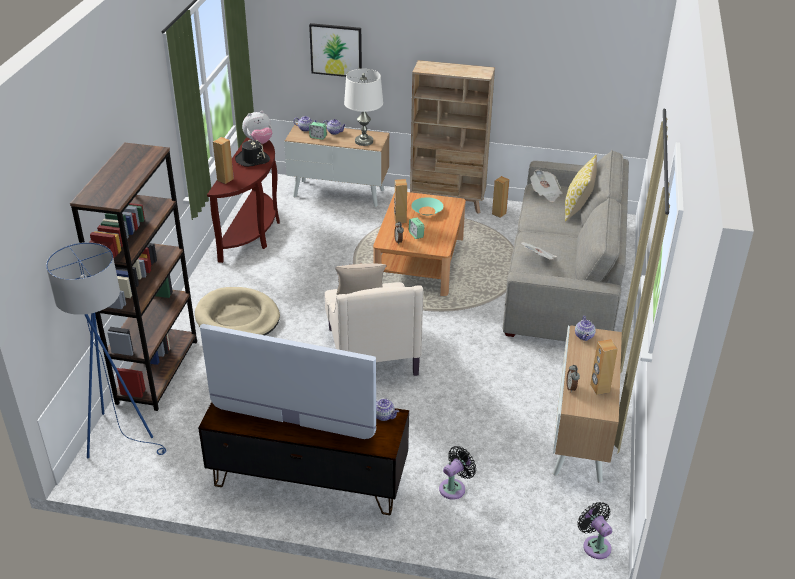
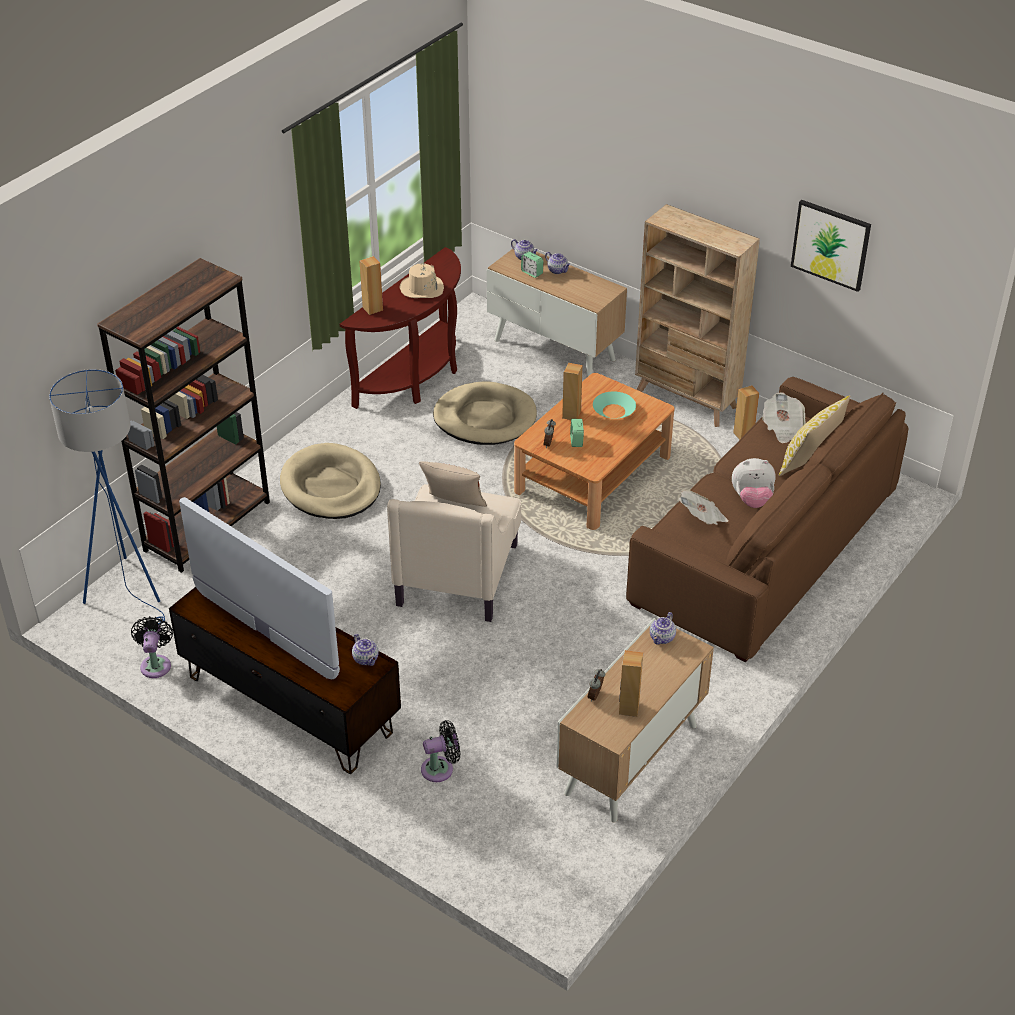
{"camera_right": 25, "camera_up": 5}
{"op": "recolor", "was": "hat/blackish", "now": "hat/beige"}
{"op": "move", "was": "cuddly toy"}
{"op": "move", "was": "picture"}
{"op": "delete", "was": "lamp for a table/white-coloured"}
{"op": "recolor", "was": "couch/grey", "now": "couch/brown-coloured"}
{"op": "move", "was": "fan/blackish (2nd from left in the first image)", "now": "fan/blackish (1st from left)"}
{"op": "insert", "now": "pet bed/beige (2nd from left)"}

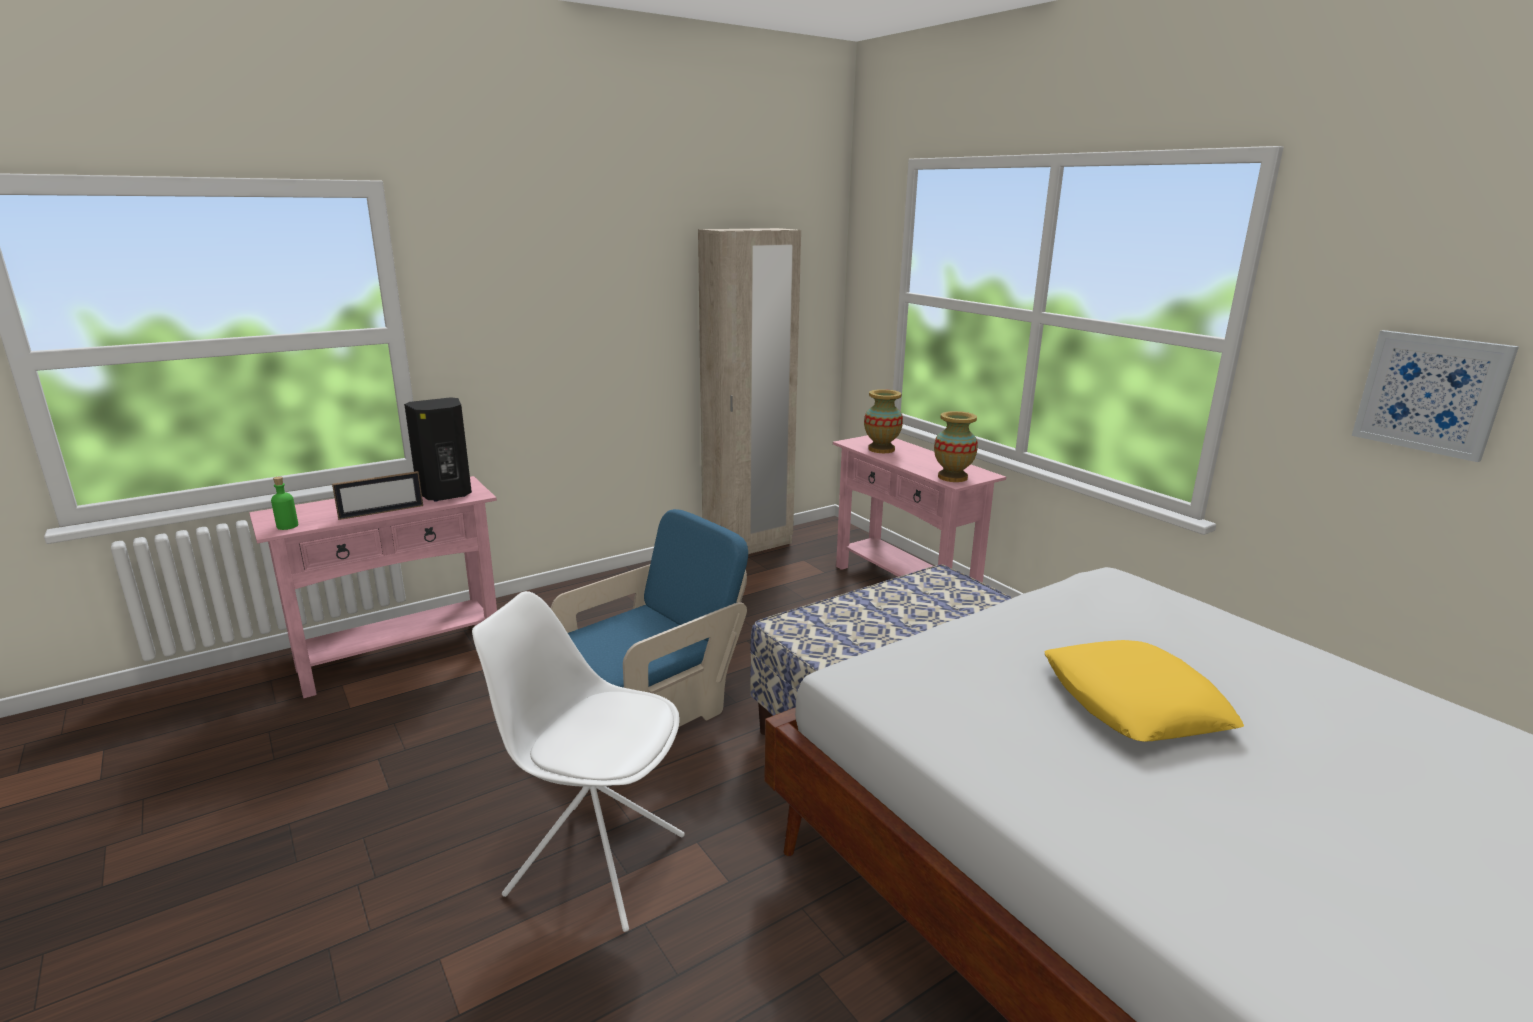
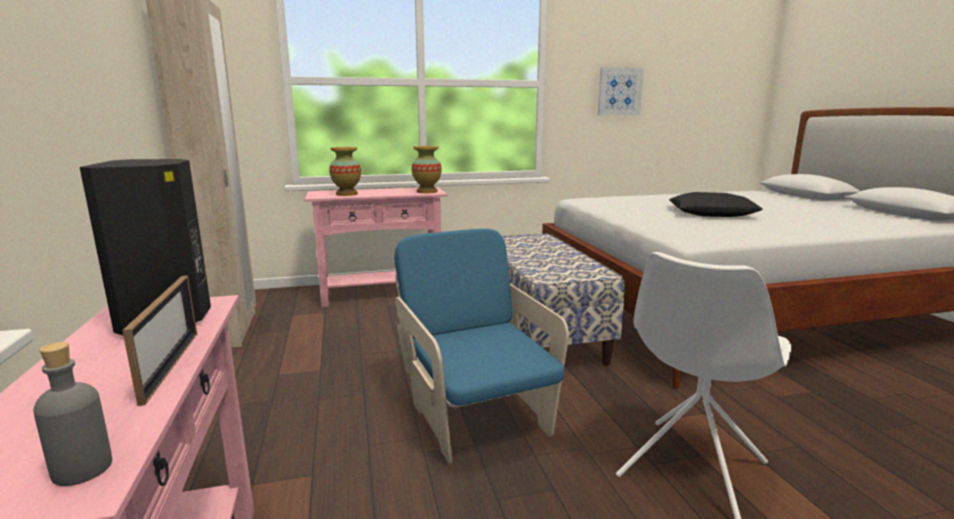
{"camera_right": -70, "camera_up": -5}
{"op": "recolor", "was": "drink bottle/green-coloured", "now": "drink bottle/grey"}
{"op": "recolor", "was": "throw pillow/yellow", "now": "throw pillow/blackish"}

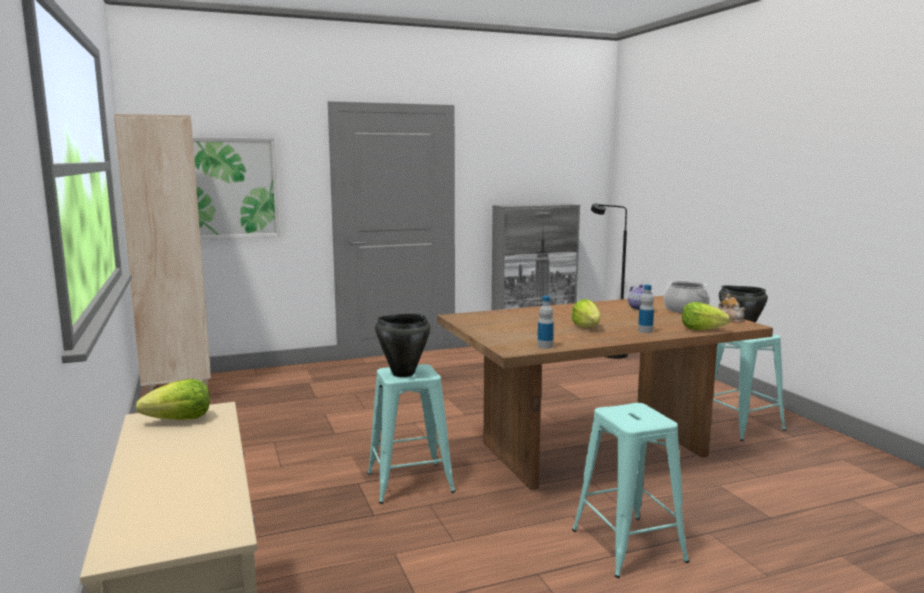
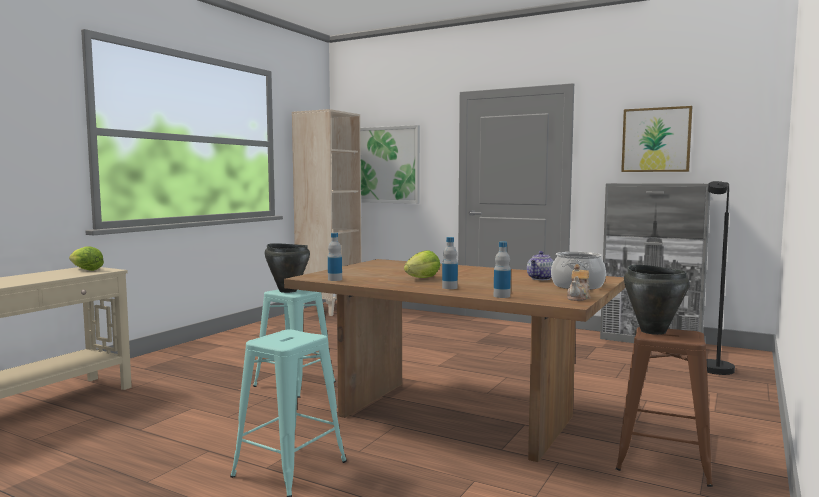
{"camera_right": 50, "camera_up": -5}
{"op": "replace", "was": "lettuce head (3rd from left)", "now": "drink bottle (3rd from left)"}
{"op": "recolor", "was": "sitting stool/turquoise (3rd from left)", "now": "sitting stool/brown-coloured"}
{"op": "insert", "now": "picture (2nd from left)"}

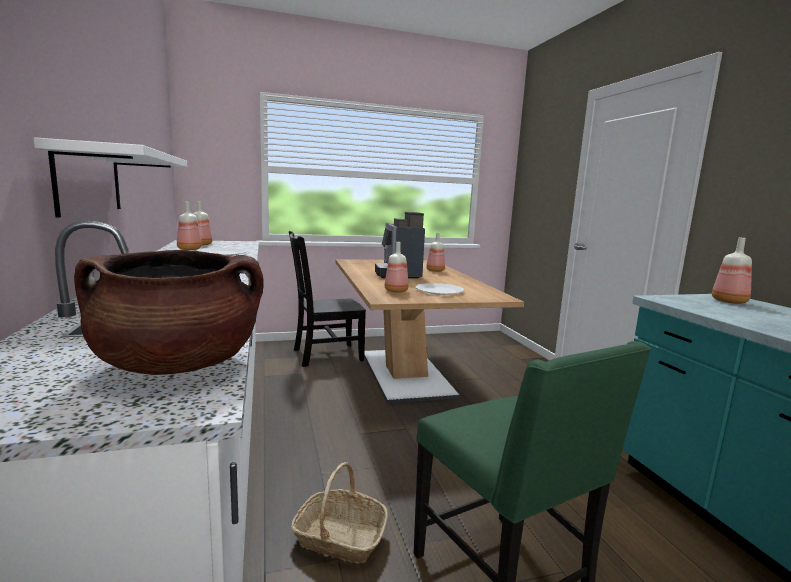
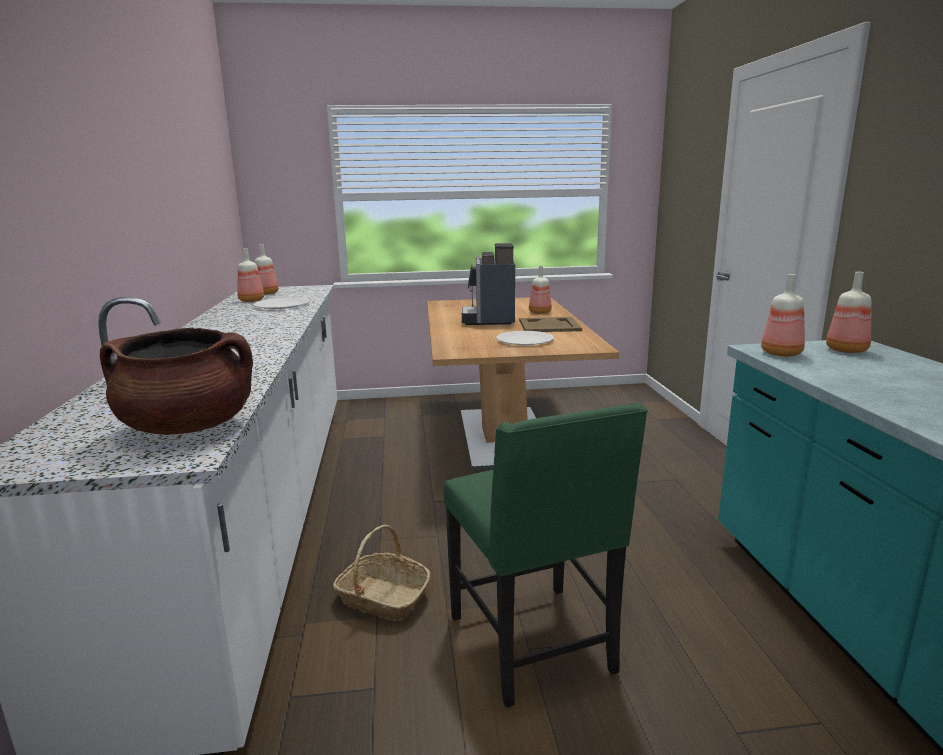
{"camera_right": 10, "camera_up": 5}
{"op": "delete", "was": "bracket shelf/white-coloured"}
{"op": "delete", "was": "upright chair/blackish"}
{"op": "move", "was": "drink bottle (3rd from left in the first image)", "now": "drink bottle (4th from left)"}
{"op": "insert", "now": "serving tray/beige"}

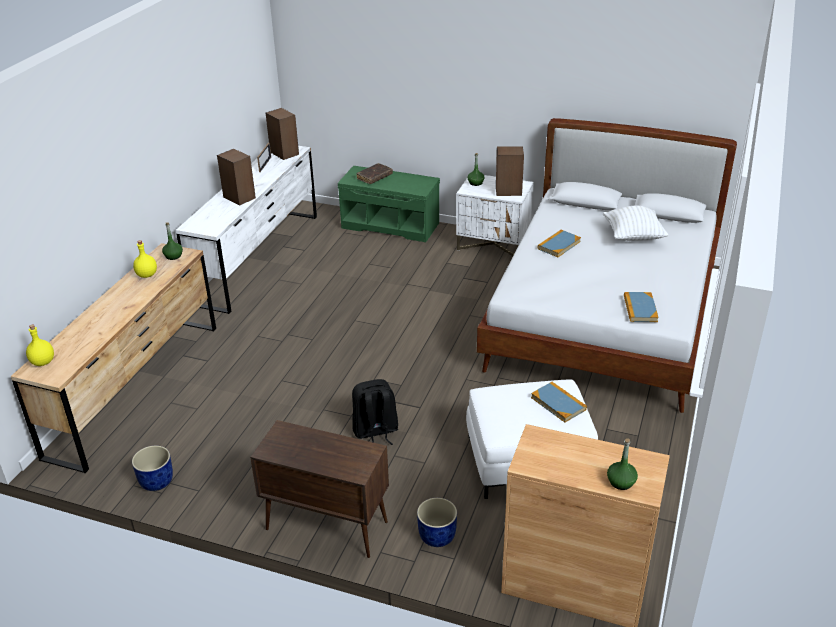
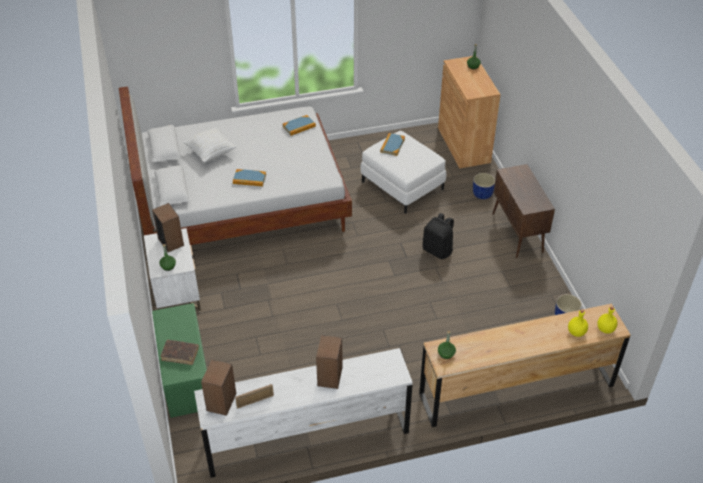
{"camera_right": -125, "camera_up": 10}
{"op": "move", "was": "drink bottle/yellow (2nd from left in the first image)", "now": "drink bottle/yellow (1st from left)"}

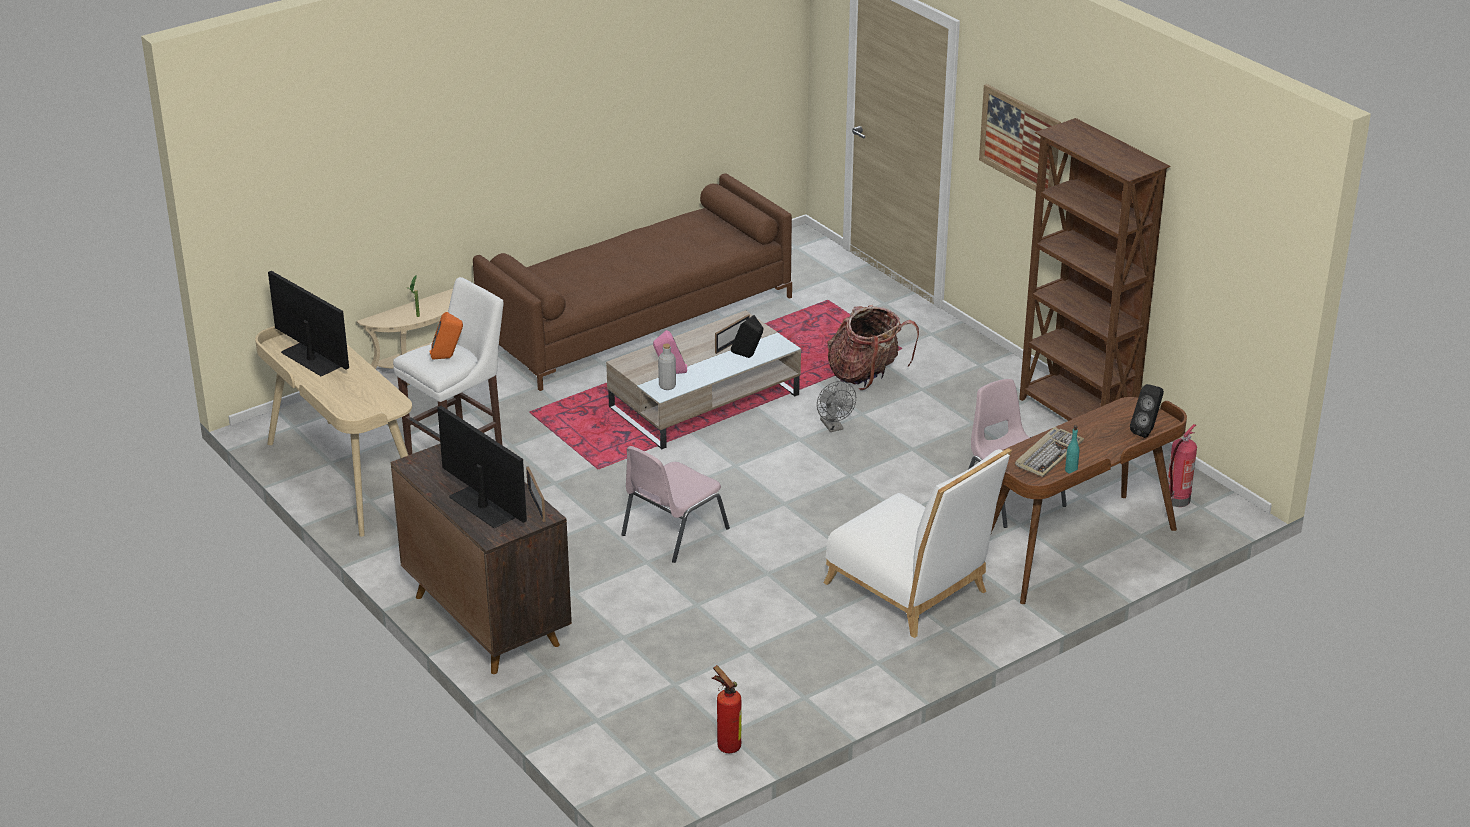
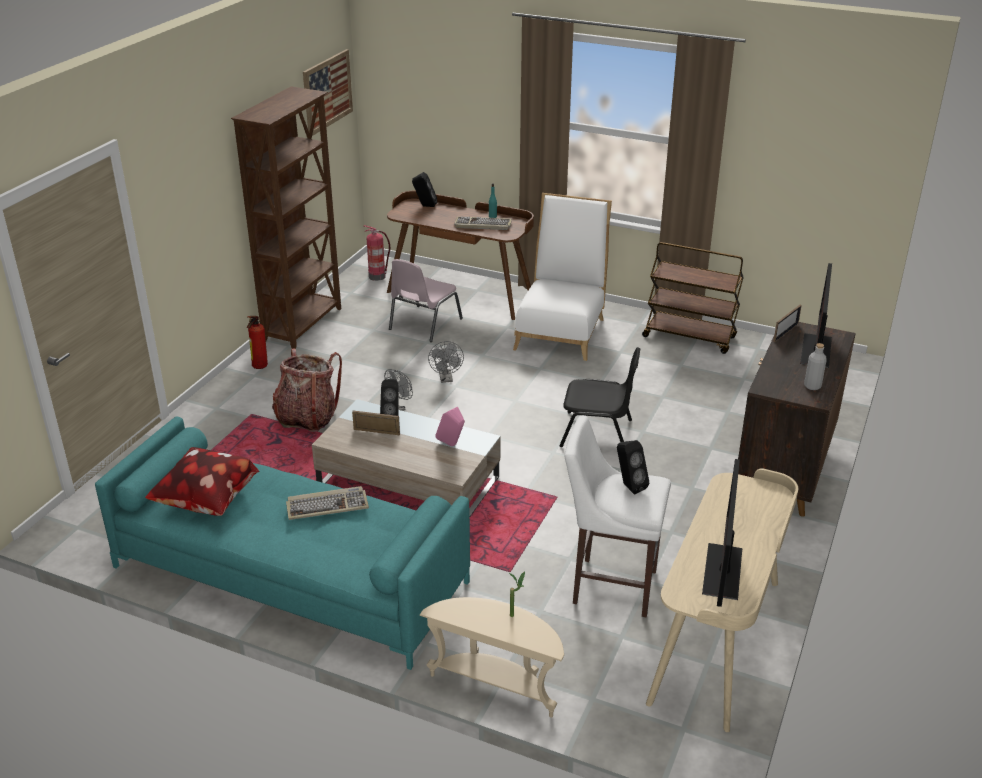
{"camera_right": -120, "camera_up": 0}
{"op": "recolor", "was": "loudspeaker/orange", "now": "loudspeaker/blackish (3rd from left)"}
{"op": "recolor", "was": "couch/brown-coloured", "now": "couch/turquoise"}
{"op": "recolor", "was": "upright chair/pinkish (1st from left)", "now": "upright chair/blackish"}
{"op": "move", "was": "drink bottle/grey"}
{"op": "move", "was": "fire extinguisher (1st from left)"}
{"op": "move", "was": "picture"}
{"op": "insert", "now": "throw pillow"}
{"op": "insert", "now": "PC keyboard (1st from left)"}
{"op": "insert", "now": "fan/grey (2nd from left)"}
{"op": "insert", "now": "cart/brown-coloured"}

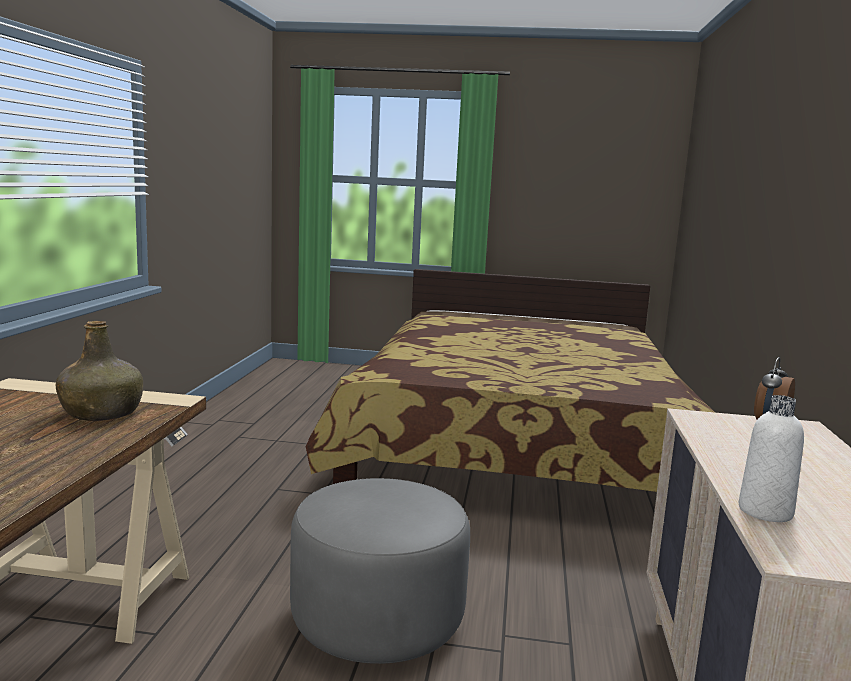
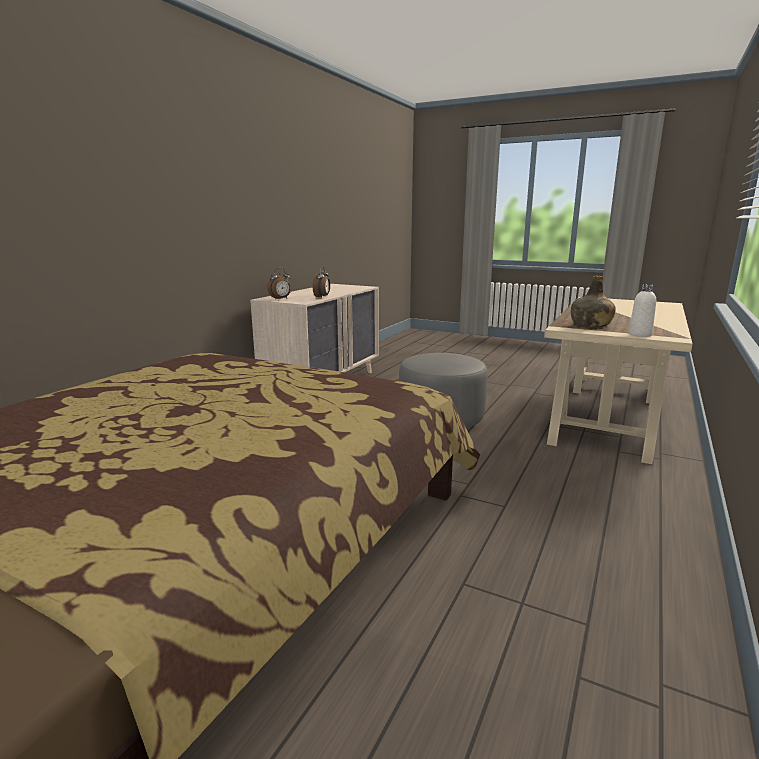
{"camera_right": -160, "camera_up": 5}
{"op": "move", "was": "drink bottle/white-coloured"}
{"op": "insert", "now": "alarm clock (2nd from left)"}

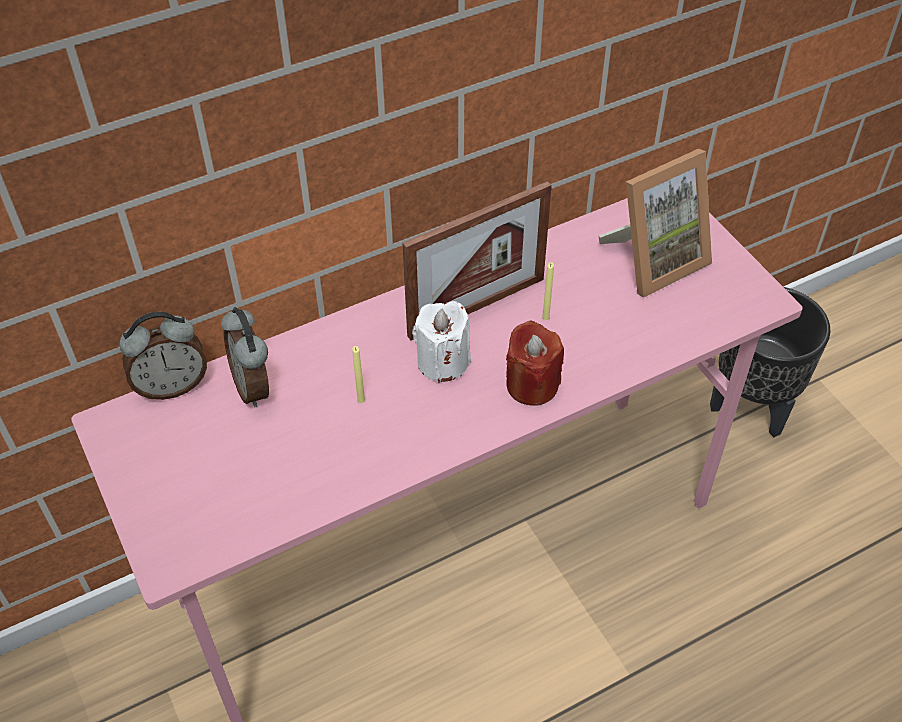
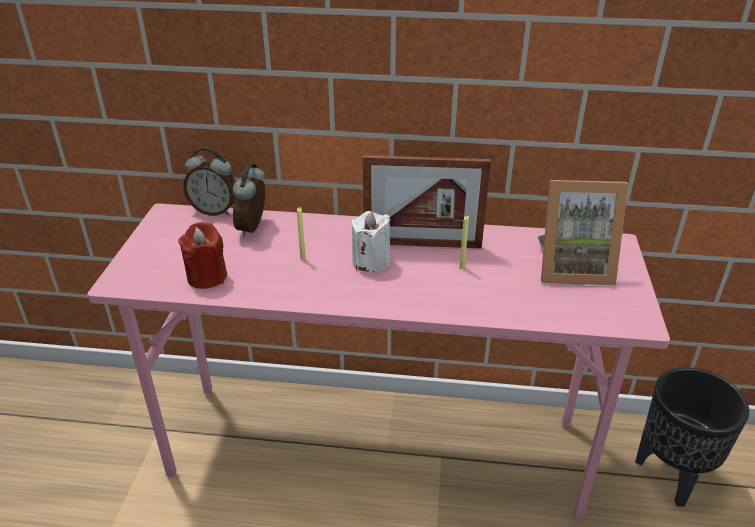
{"camera_right": 35, "camera_up": -15}
{"op": "move", "was": "wax candle/red"}

